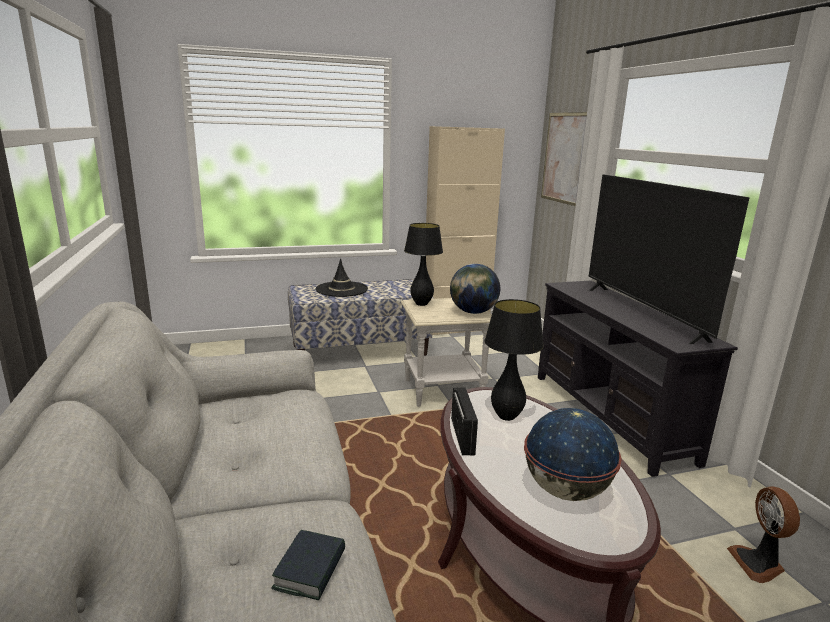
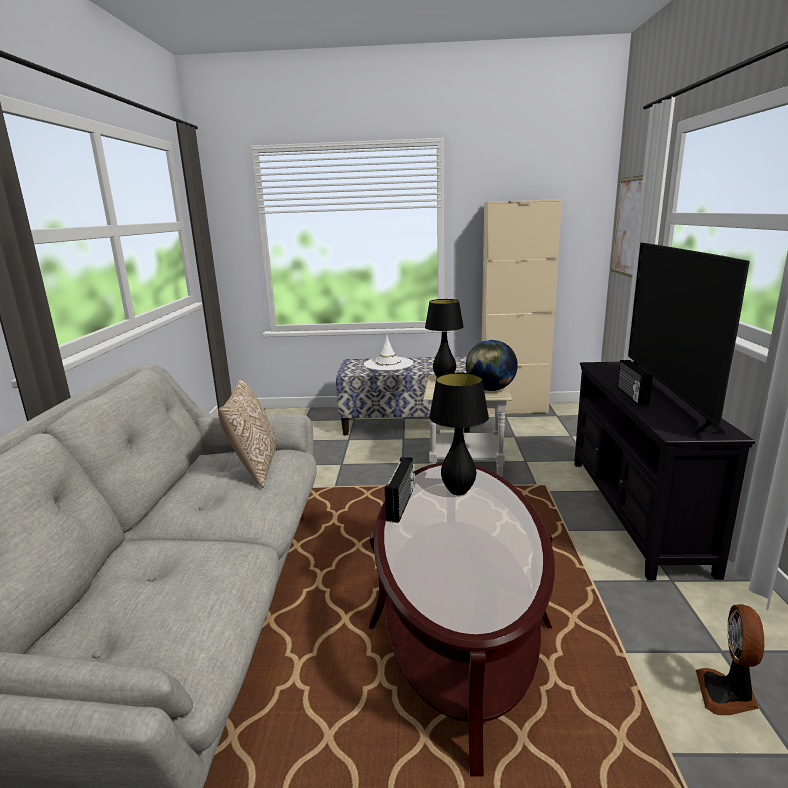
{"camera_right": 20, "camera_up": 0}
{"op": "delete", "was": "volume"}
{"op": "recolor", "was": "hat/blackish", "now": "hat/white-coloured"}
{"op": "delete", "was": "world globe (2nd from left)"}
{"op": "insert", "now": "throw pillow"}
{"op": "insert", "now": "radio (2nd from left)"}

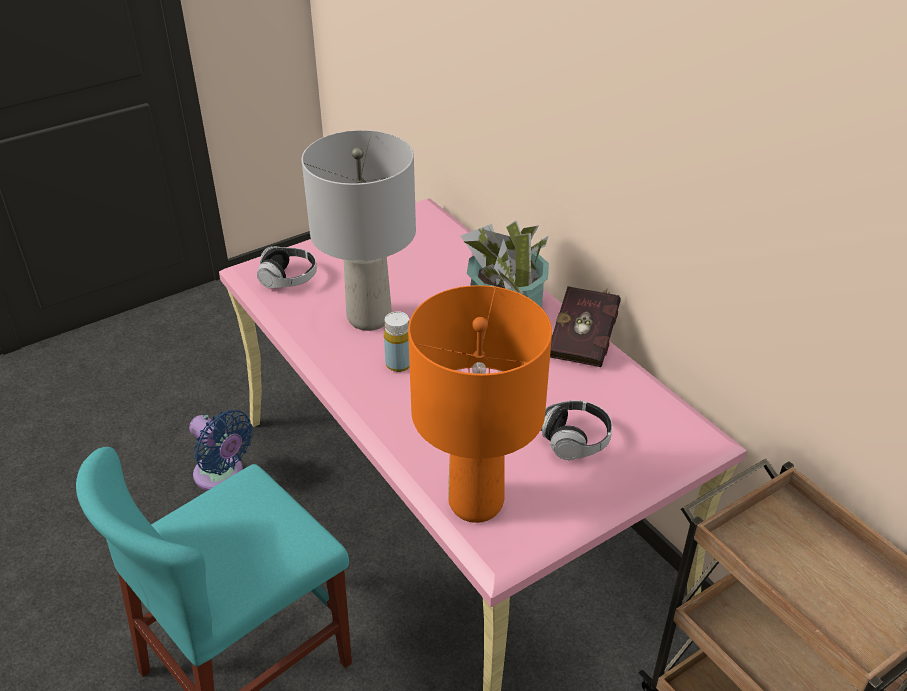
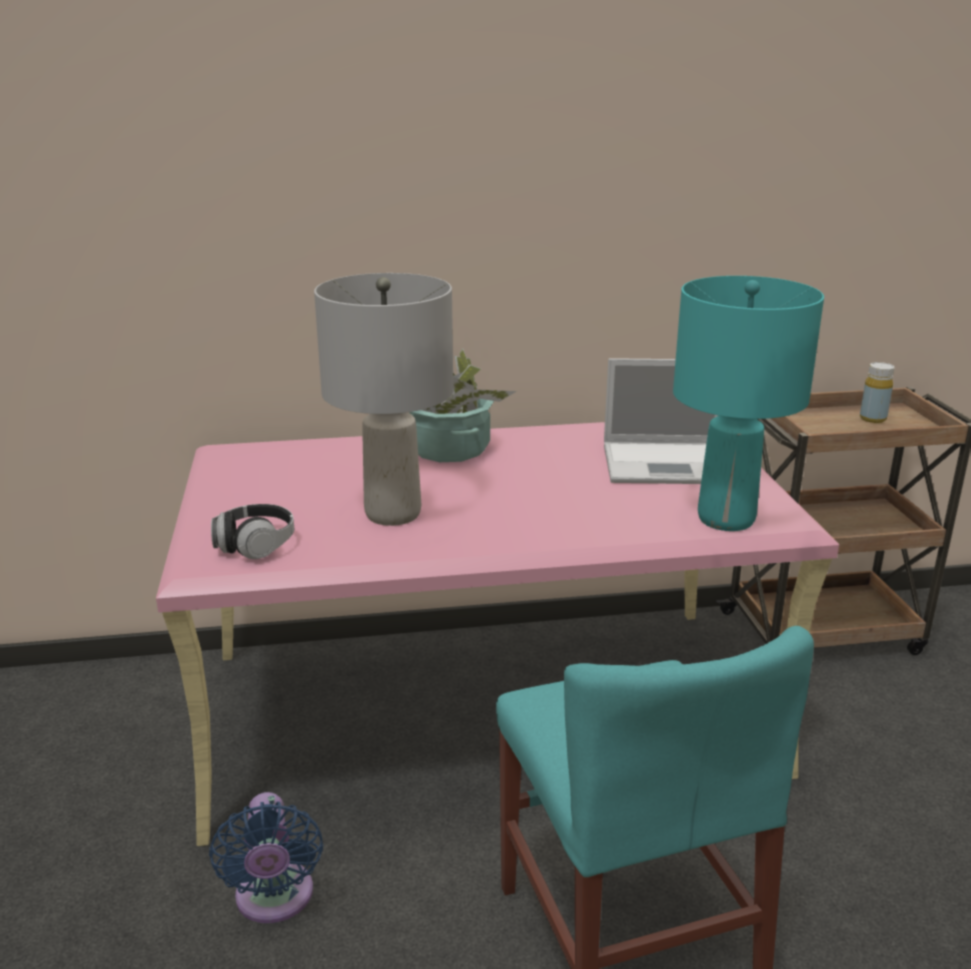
{"camera_right": -65, "camera_up": -15}
{"op": "rotate", "was": "fan/blue", "clockwise": 105}
{"op": "move", "was": "drink bottle/yellow"}
{"op": "recolor", "was": "lamp for a table/orange", "now": "lamp for a table/turquoise"}
{"op": "replace", "was": "headset (2nd from left)", "now": "laptop"}
{"op": "delete", "was": "volume/red"}

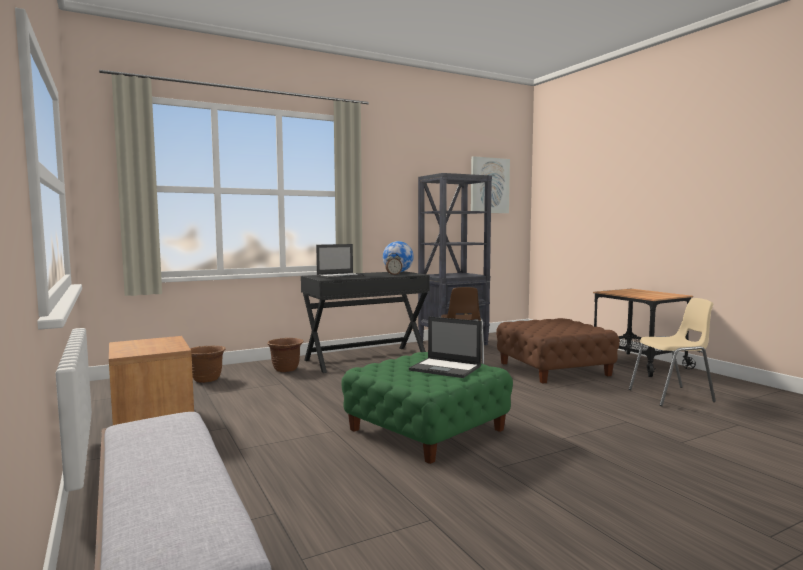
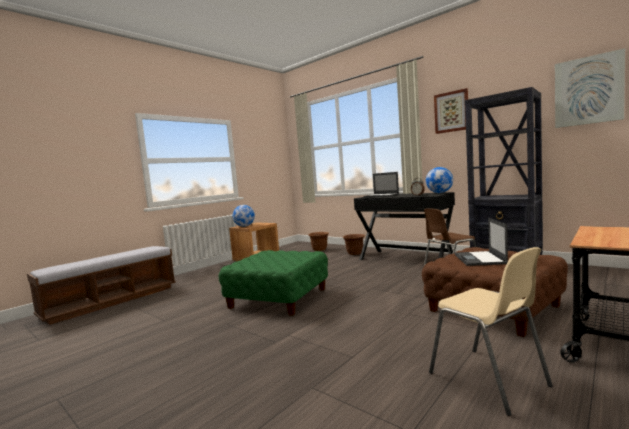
{"camera_right": 70, "camera_up": 0}
{"op": "move", "was": "laptop (2nd from left)"}
{"op": "insert", "now": "world globe (1st from left)"}
{"op": "insert", "now": "picture (1st from left)"}

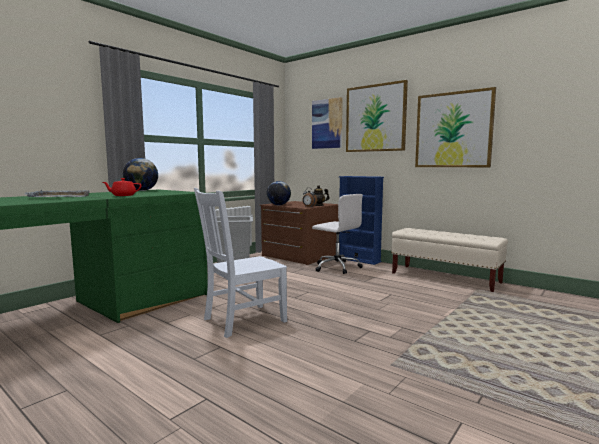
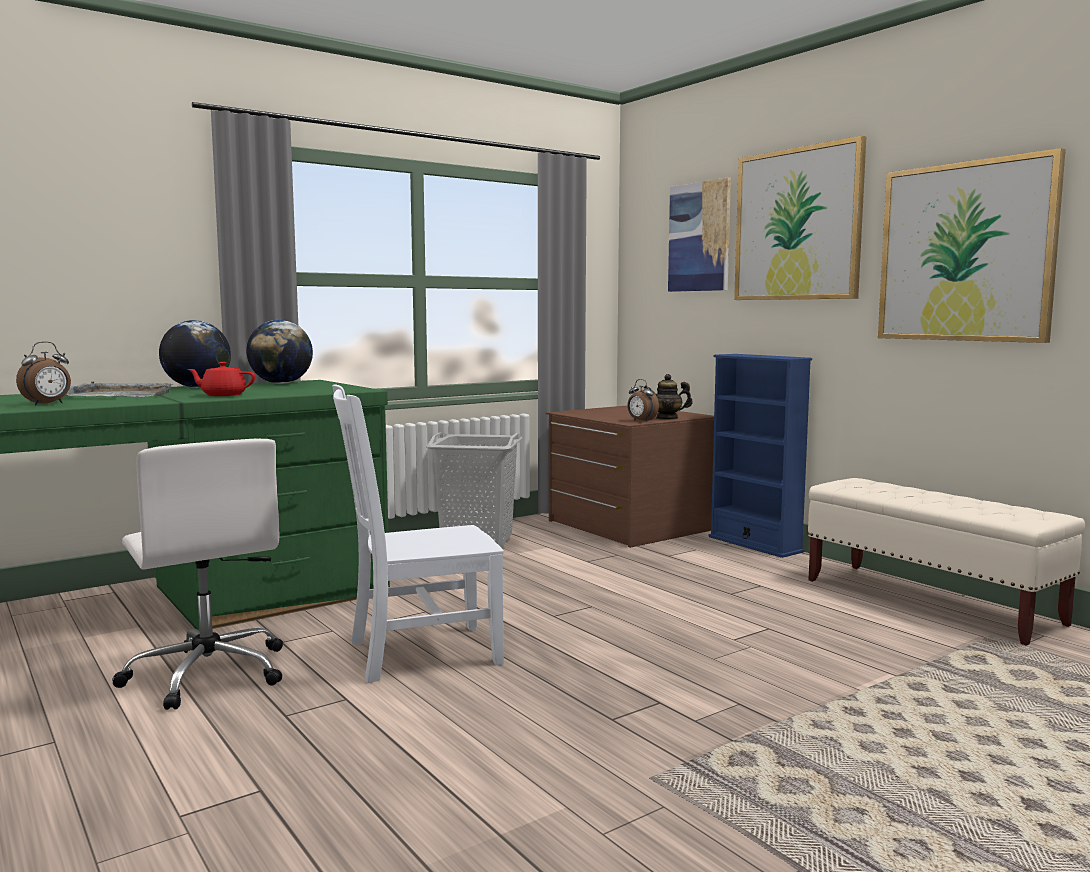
{"camera_right": 15, "camera_up": 0}
{"op": "move", "was": "world globe (2nd from left in the first image)", "now": "world globe (1st from left)"}
{"op": "move", "was": "computer chair/white-coloured"}
{"op": "insert", "now": "alarm clock (1st from left)"}

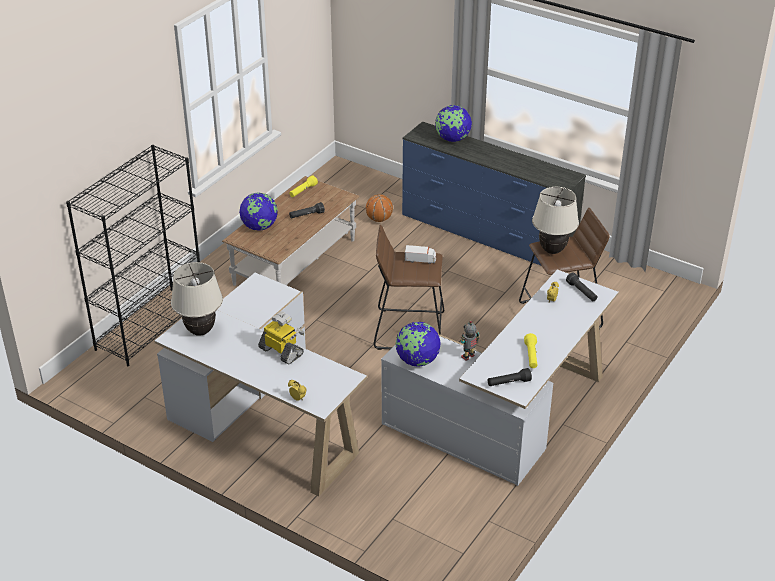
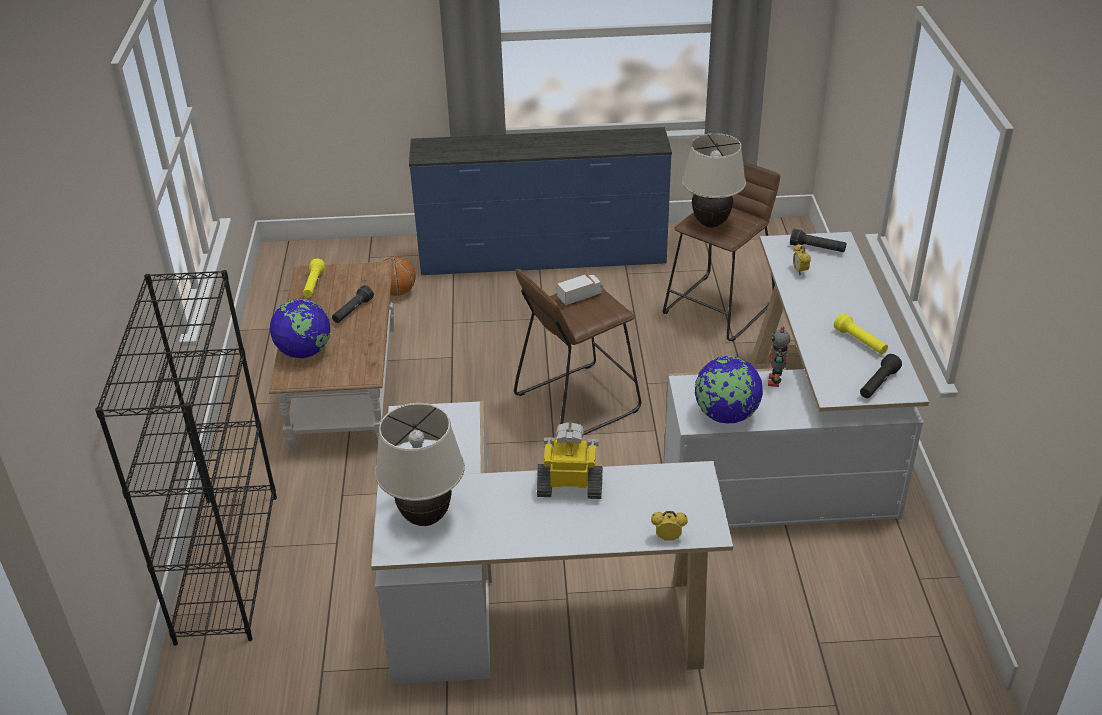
{"camera_right": -35, "camera_up": 0}
{"op": "delete", "was": "world globe (3rd from left)"}

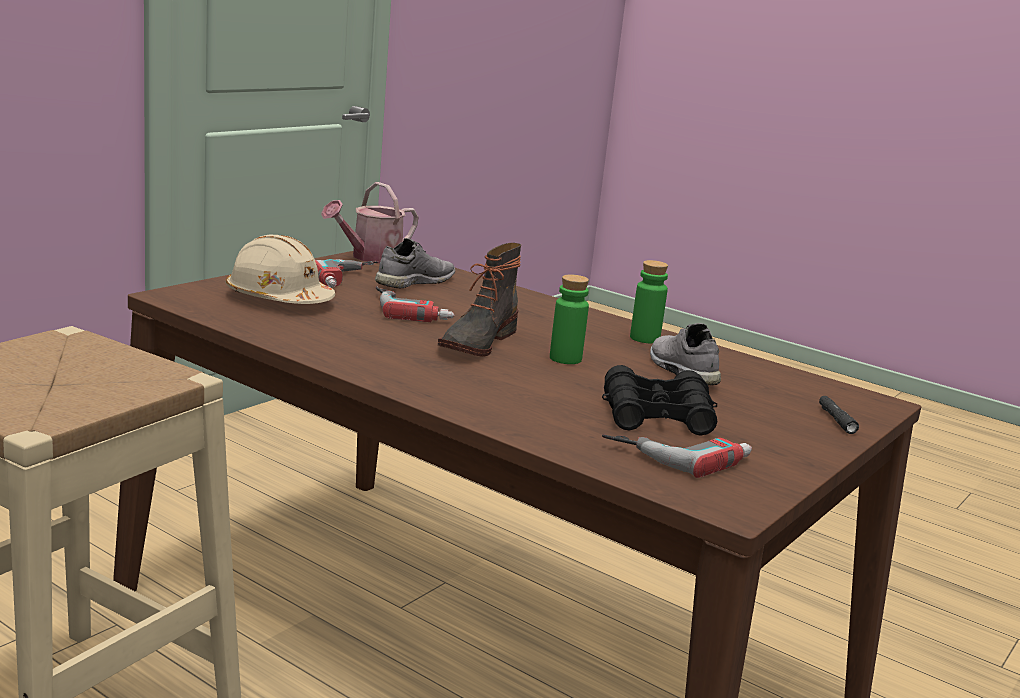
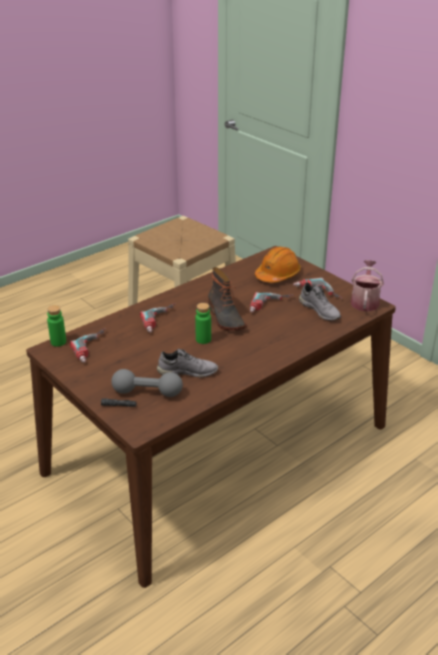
{"camera_right": 105, "camera_up": 15}
{"op": "recolor", "was": "hard hat/beige", "now": "hard hat/orange"}
{"op": "rotate", "was": "watering can", "clockwise": 45}
{"op": "rotate", "was": "tall boot", "clockwise": -150}
{"op": "delete", "was": "field glasses/blackish"}
{"op": "move", "was": "drink bottle/green-coloured (2nd from left in the first image)", "now": "drink bottle/green-coloured (1st from left)"}
{"op": "insert", "now": "dumbbell/grey"}
{"op": "insert", "now": "drill (2nd from left)"}

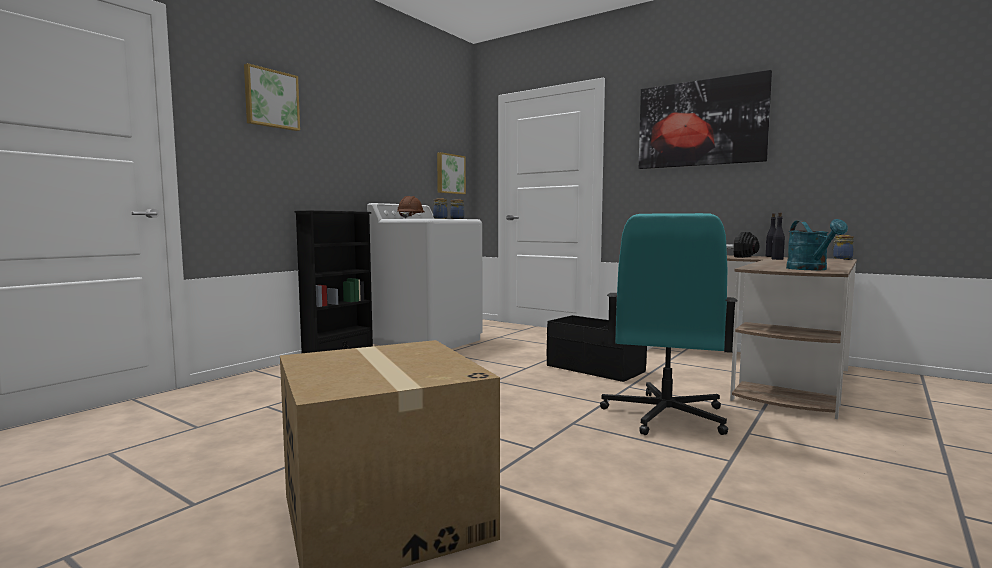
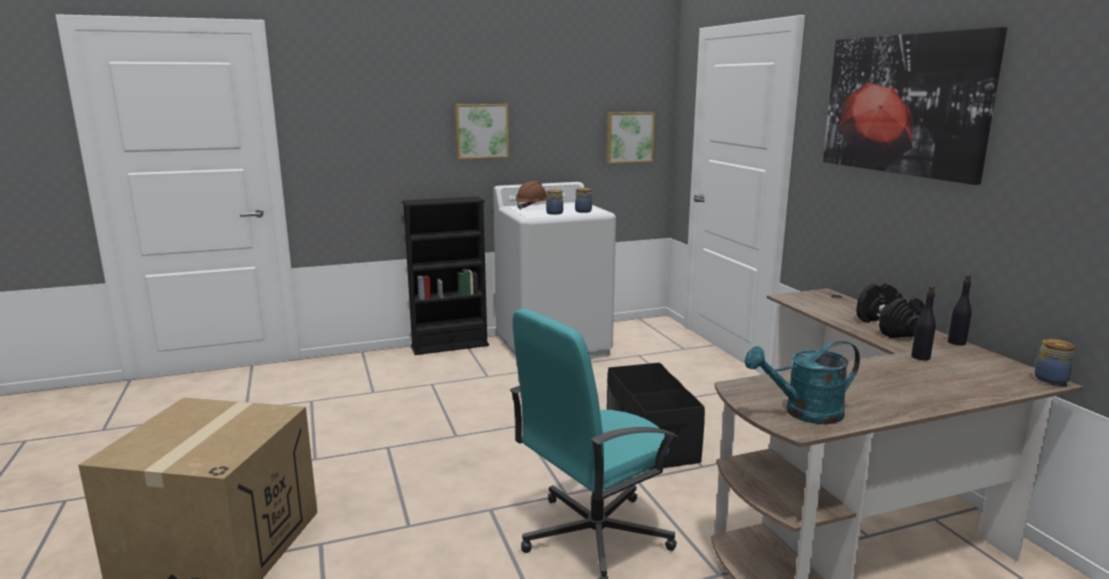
{"camera_right": 35, "camera_up": 10}
{"op": "move", "was": "picture (1st from left)"}
{"op": "rotate", "was": "watering can/turquoise", "clockwise": 45}

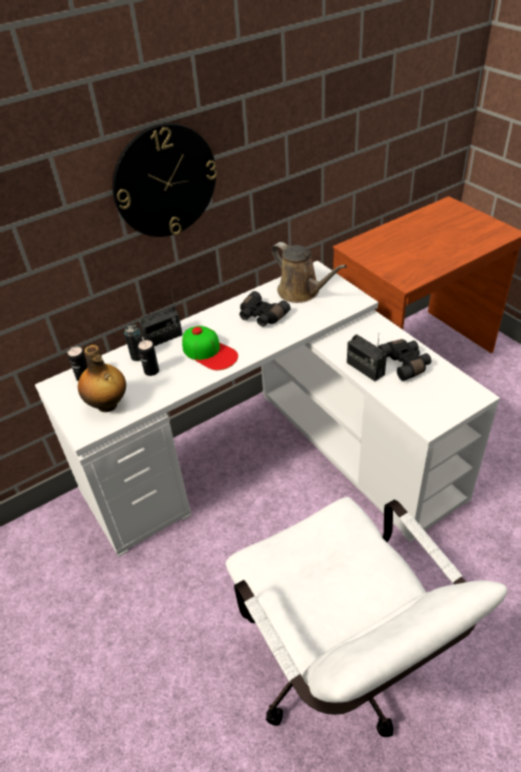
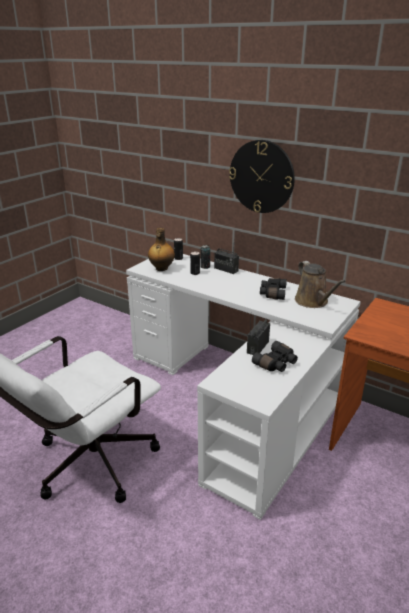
{"camera_right": 65, "camera_up": -15}
{"op": "delete", "was": "baseball cap"}
{"op": "rotate", "was": "watering can/brown-coloured", "clockwise": -45}

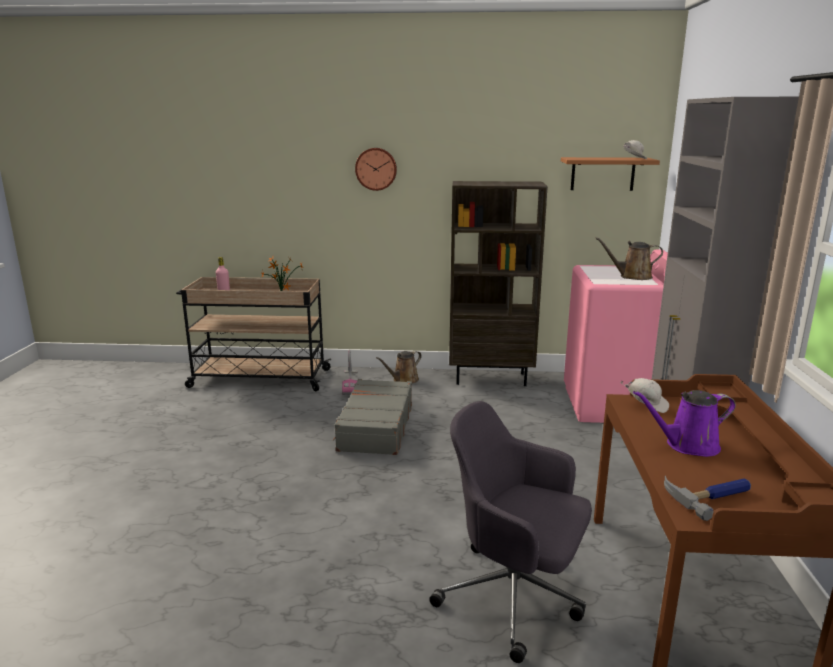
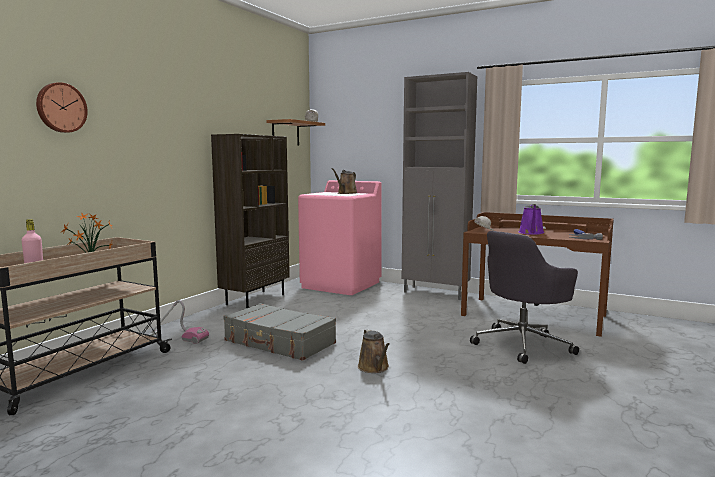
{"camera_right": -65, "camera_up": -10}
{"op": "move", "was": "clock on the wall"}
{"op": "move", "was": "watering can/brown-coloured (1st from left in the first image)", "now": "watering can/brown-coloured (2nd from left)"}

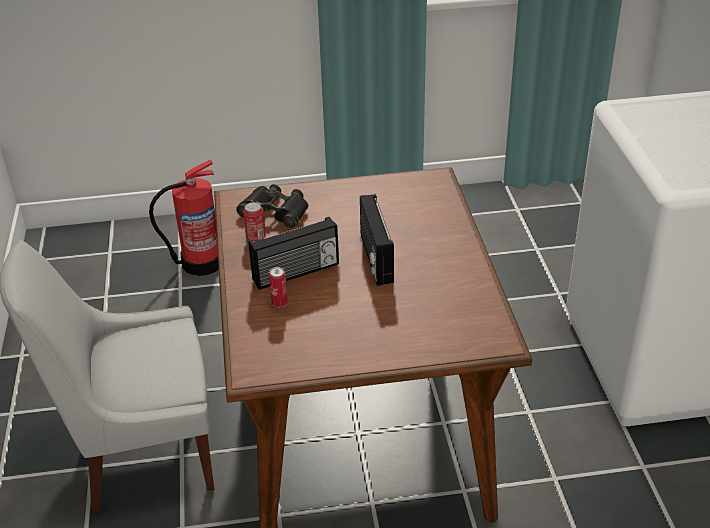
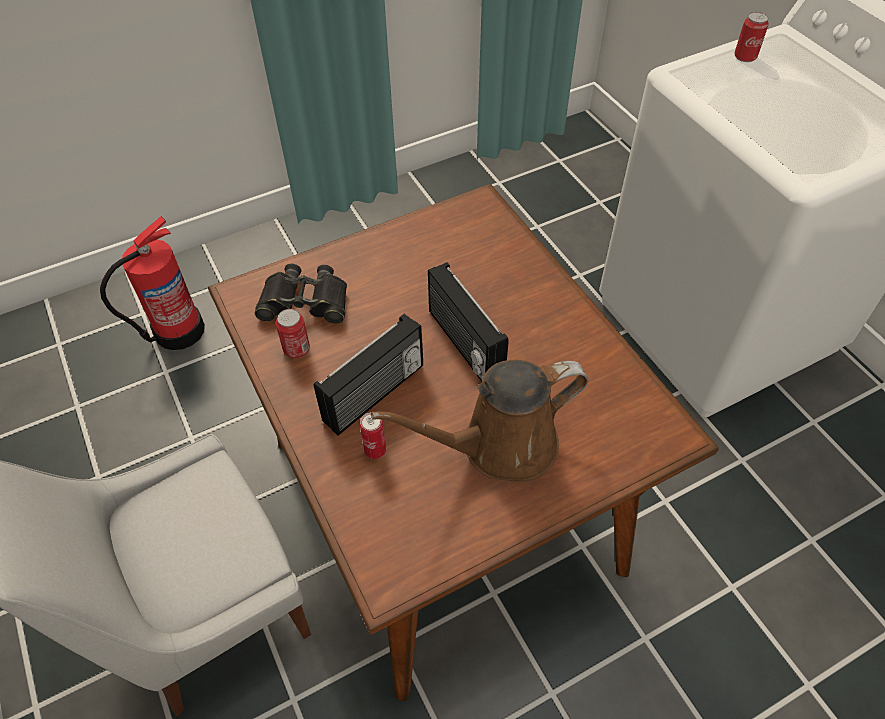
{"camera_right": -20, "camera_up": 15}
{"op": "insert", "now": "watering can/brown-coloured"}
{"op": "insert", "now": "sealed can (3rd from left)"}

